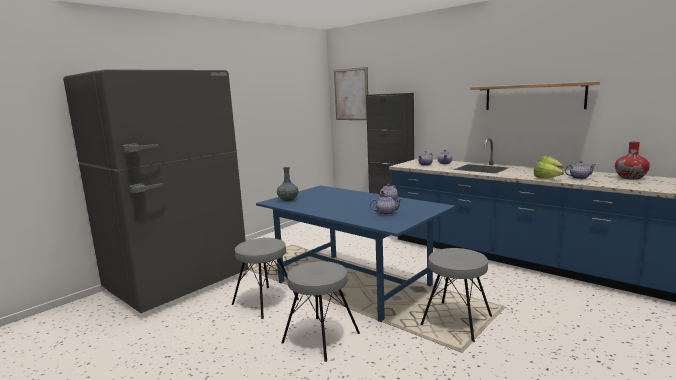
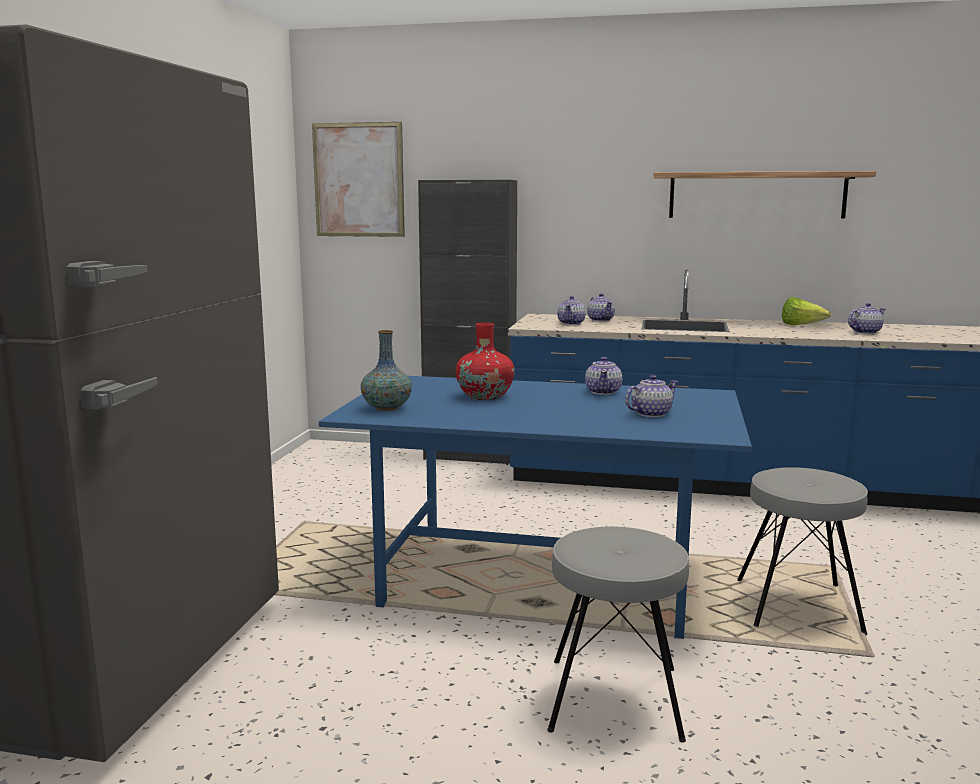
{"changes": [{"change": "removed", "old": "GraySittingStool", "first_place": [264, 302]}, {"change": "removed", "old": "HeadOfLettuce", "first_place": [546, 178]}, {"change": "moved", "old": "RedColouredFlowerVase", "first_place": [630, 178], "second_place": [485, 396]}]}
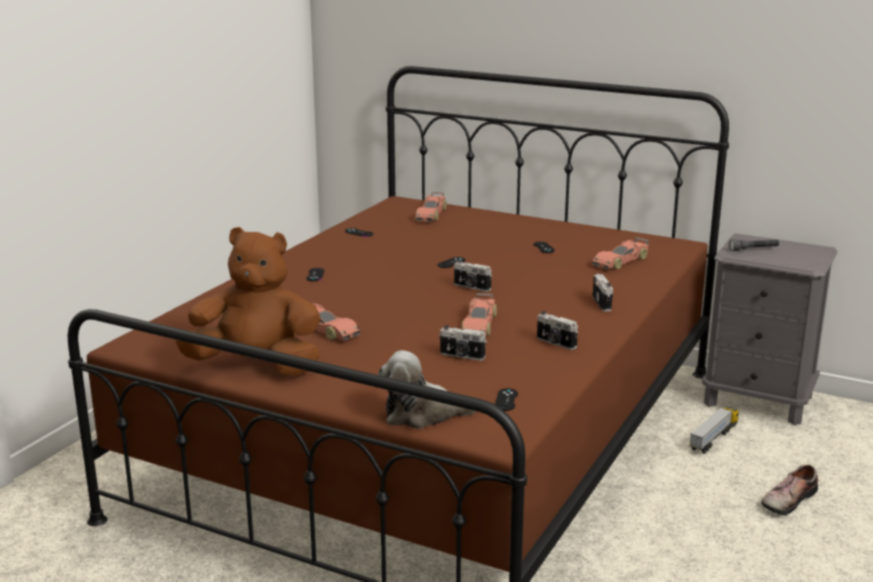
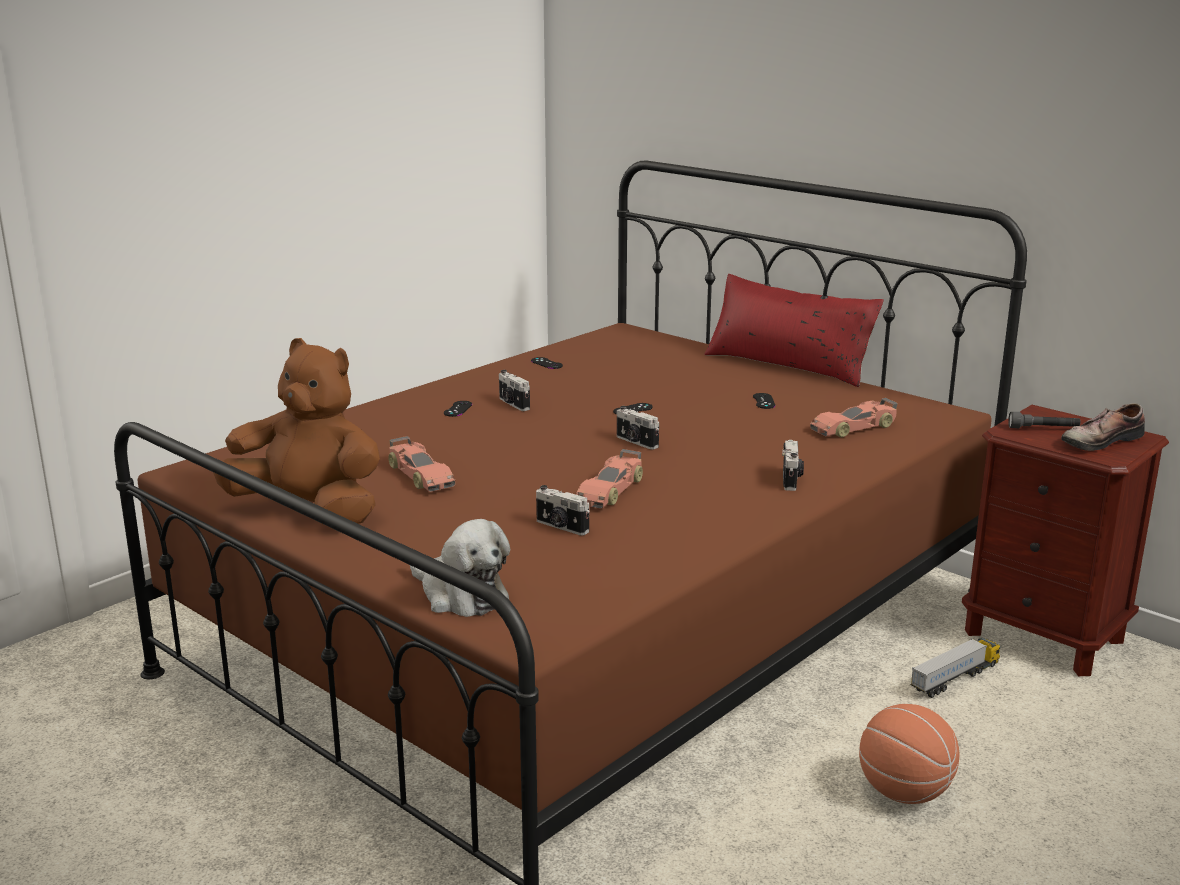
{"changes": [{"change": "removed", "old": "MiniatureCar", "first_place": [431, 214]}, {"change": "removed", "old": "BlackColouredGameController", "first_place": [506, 400]}, {"change": "added", "new": "RedColouredThrowPillow", "second_place": [788, 365]}, {"change": "added", "new": "BasketballBall", "second_place": [905, 792]}, {"change": "moved", "old": "StillCamera", "first_place": [555, 343], "second_place": [513, 404]}, {"change": "moved", "old": "Shoe", "first_place": [787, 499], "second_place": [1098, 440]}, {"change": "recoloured", "old": "GrayBedsideTable", "new": "BrownBedsideTable", "first_place": [758, 400], "second_place": [1044, 636]}, {"change": "turned", "old": "PlushToy", "first_place": [423, 414], "second_place": [460, 595], "degrees": -150}]}
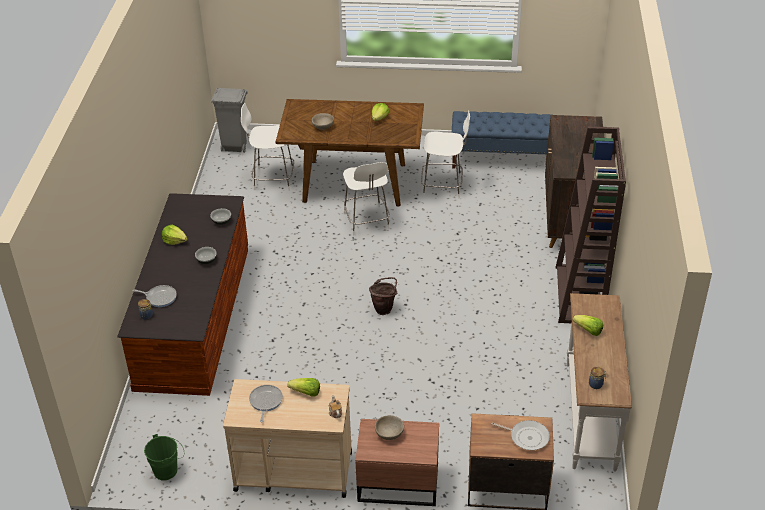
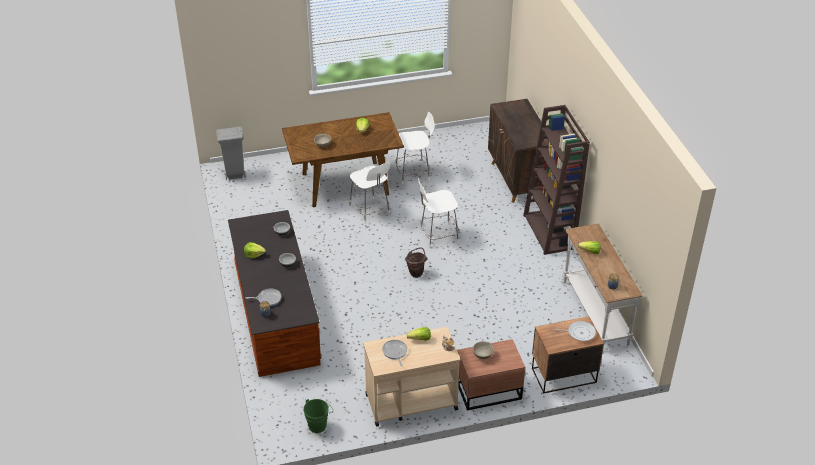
{"changes": [{"change": "removed", "old": "BlueColouredIndoorBench", "first_place": [501, 159]}, {"change": "moved", "old": "WhiteSittingStool", "first_place": [272, 179], "second_place": [437, 236]}]}
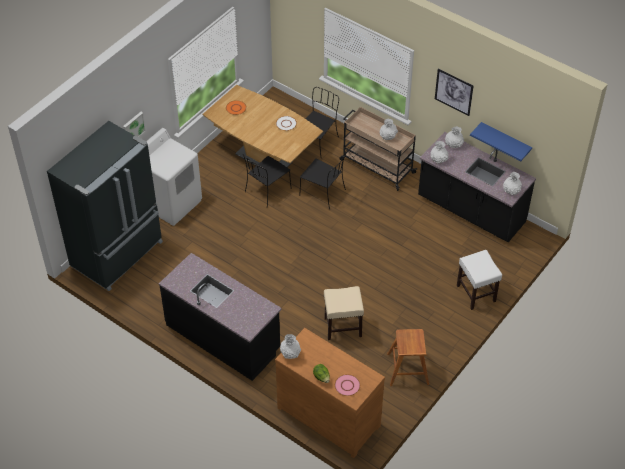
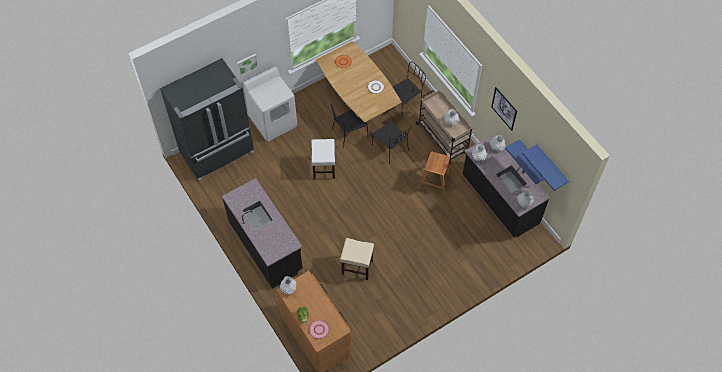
{"changes": [{"change": "added", "new": "BlueColouredShelf", "second_place": [551, 166]}, {"change": "moved", "old": "BrownSittingStool", "first_place": [407, 369], "second_place": [434, 181]}, {"change": "moved", "old": "WhiteSittingStool", "first_place": [476, 294], "second_place": [324, 168]}]}
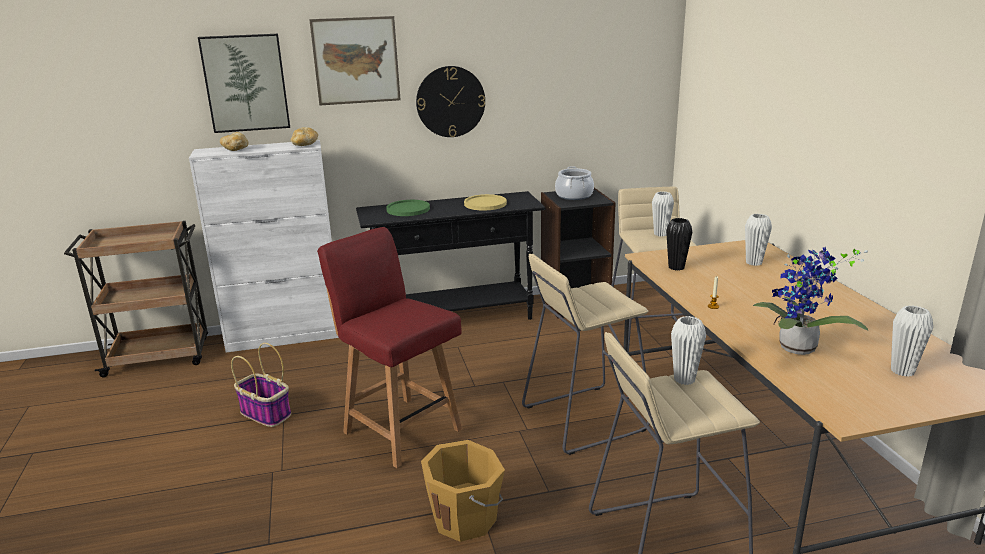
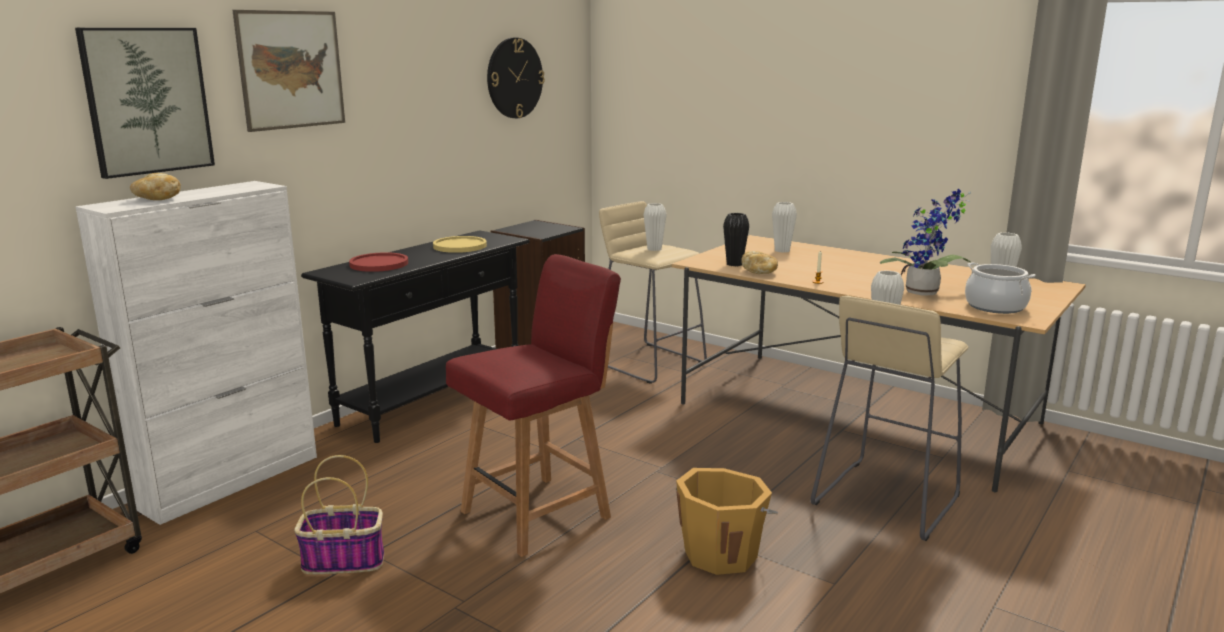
{"changes": [{"change": "removed", "old": "SandColouredSittingStool", "first_place": [582, 418]}, {"change": "moved", "old": "Bread", "first_place": [305, 145], "second_place": [759, 272]}, {"change": "moved", "old": "WallClock", "first_place": [450, 101], "second_place": [514, 78]}, {"change": "moved", "old": "Saucepot", "first_place": [574, 196], "second_place": [995, 307]}, {"change": "recoloured", "old": "GreenishPlate", "new": "RedColouredPlate", "first_place": [408, 209], "second_place": [379, 264]}, {"change": "turned", "old": "RedColouredUprightChair", "first_place": [401, 429], "second_place": [539, 513], "degrees": 135}]}
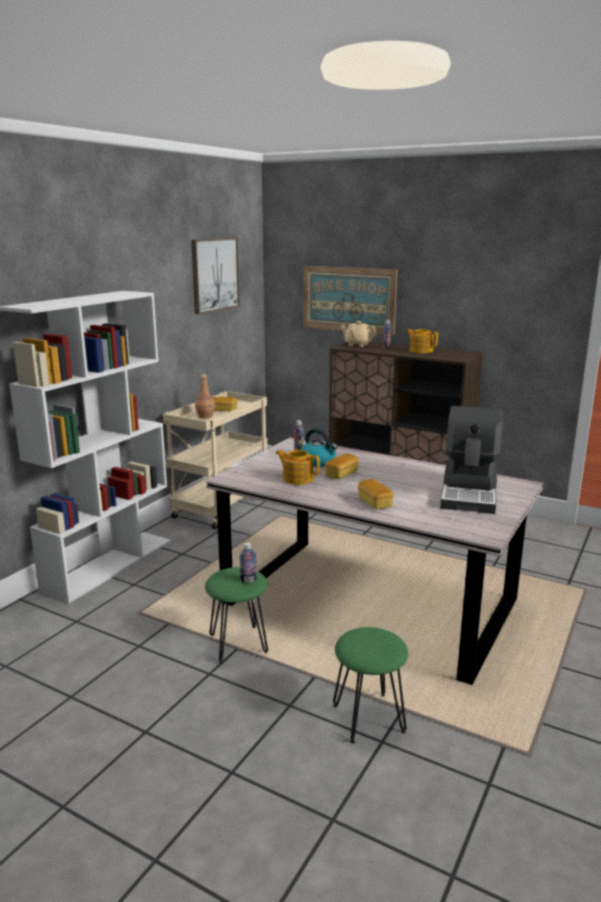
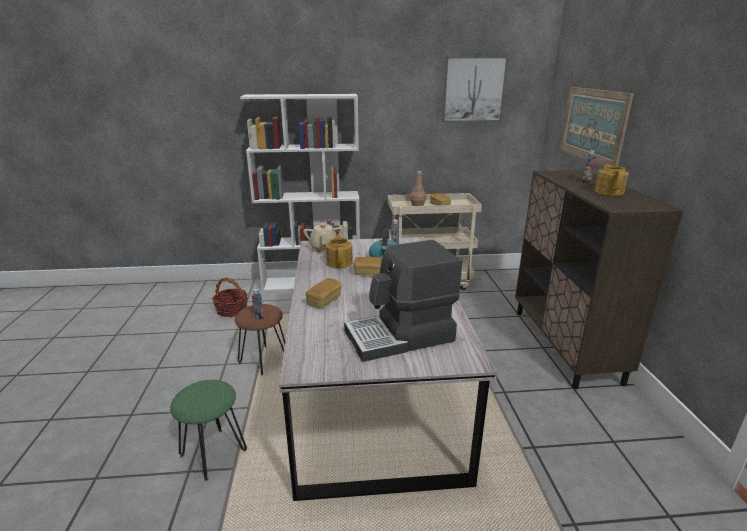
{"changes": [{"change": "added", "new": "Basket", "second_place": [232, 310]}, {"change": "moved", "old": "SandColouredTeaPot", "first_place": [357, 344], "second_place": [324, 248]}, {"change": "recoloured", "old": "GreenishSittingStool", "new": "BrownSittingStool", "first_place": [237, 645], "second_place": [263, 361]}]}
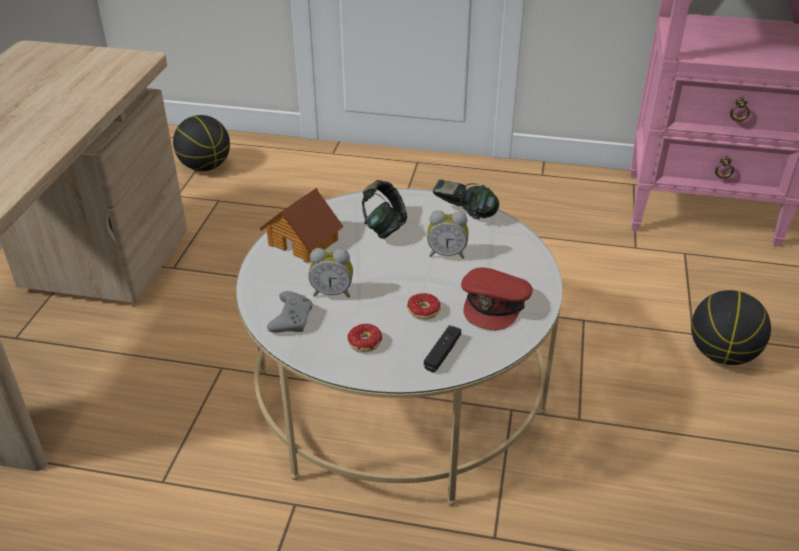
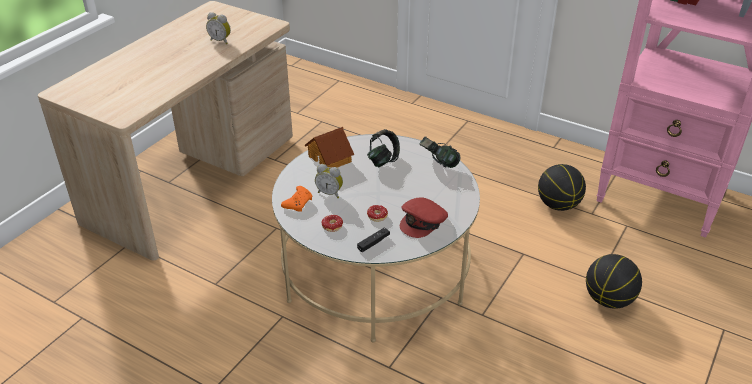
{"changes": [{"change": "moved", "old": "BasketballBall", "first_place": [205, 167], "second_place": [558, 205]}, {"change": "moved", "old": "TableClock", "first_place": [447, 254], "second_place": [221, 41]}, {"change": "recoloured", "old": "GrayGameController", "new": "OrangeColouredGameController", "first_place": [291, 319], "second_place": [298, 203]}]}
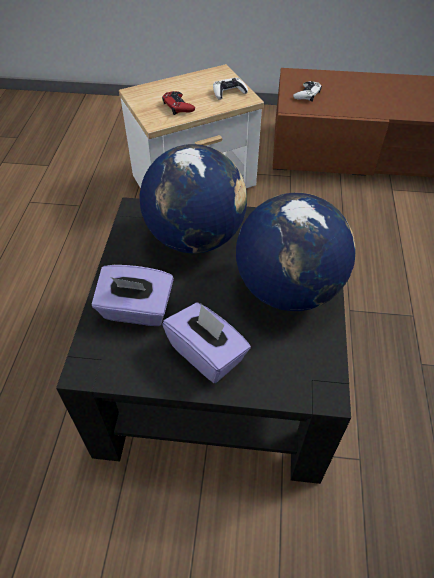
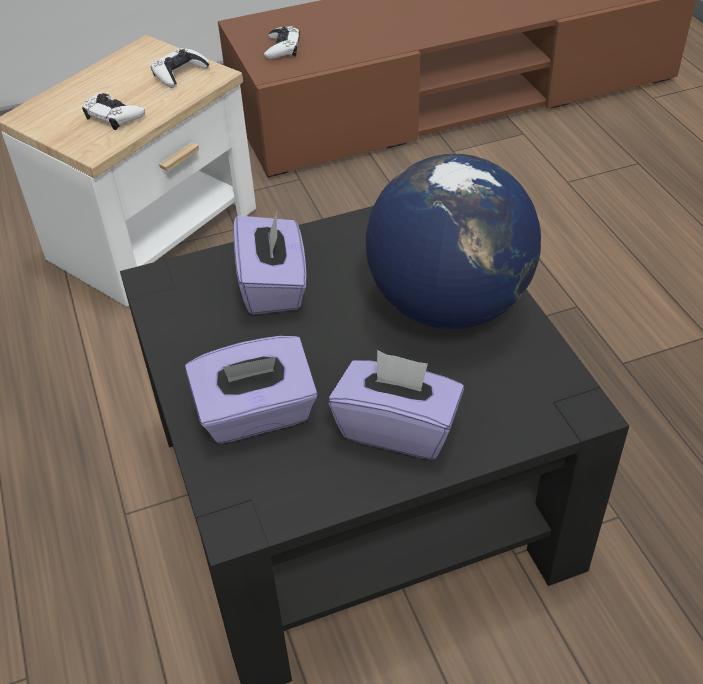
{"changes": [{"change": "replaced", "old": "WorldGlobe", "new": "PurplishBoxOfTissues", "first_place": [195, 237], "second_place": [273, 286]}, {"change": "recoloured", "old": "RedColouredGameController", "new": "WhiteGameController", "first_place": [178, 106], "second_place": [113, 116]}]}
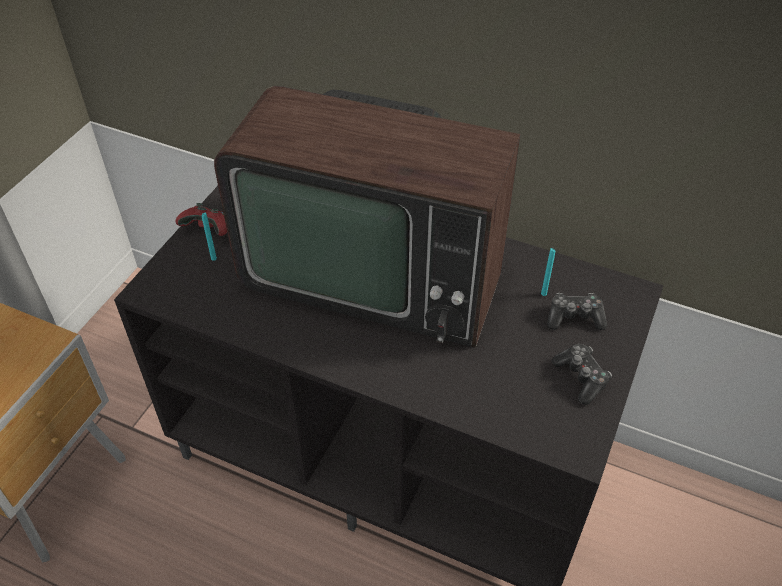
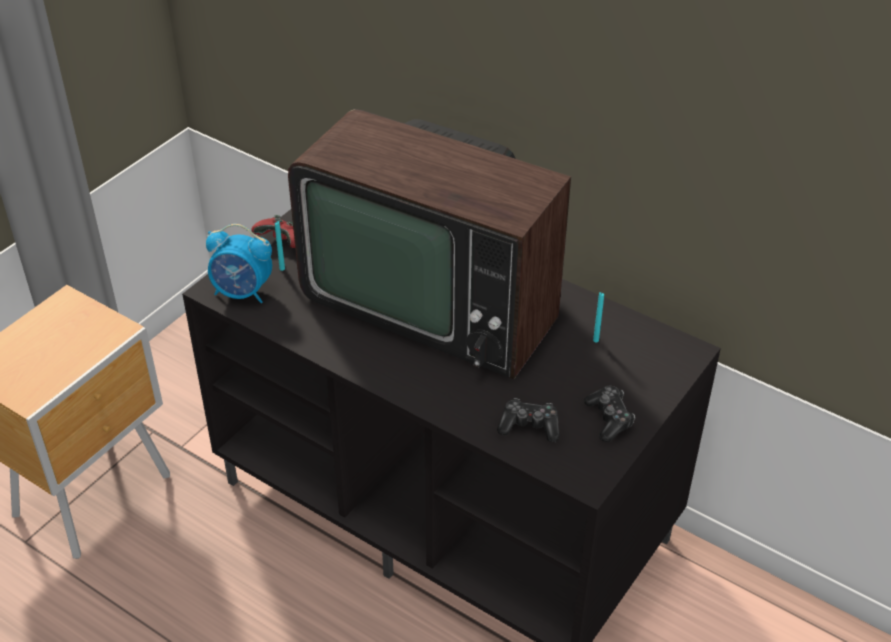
{"changes": [{"change": "added", "new": "TableClock", "second_place": [243, 292]}, {"change": "moved", "old": "GameController", "first_place": [574, 317], "second_place": [529, 426]}]}
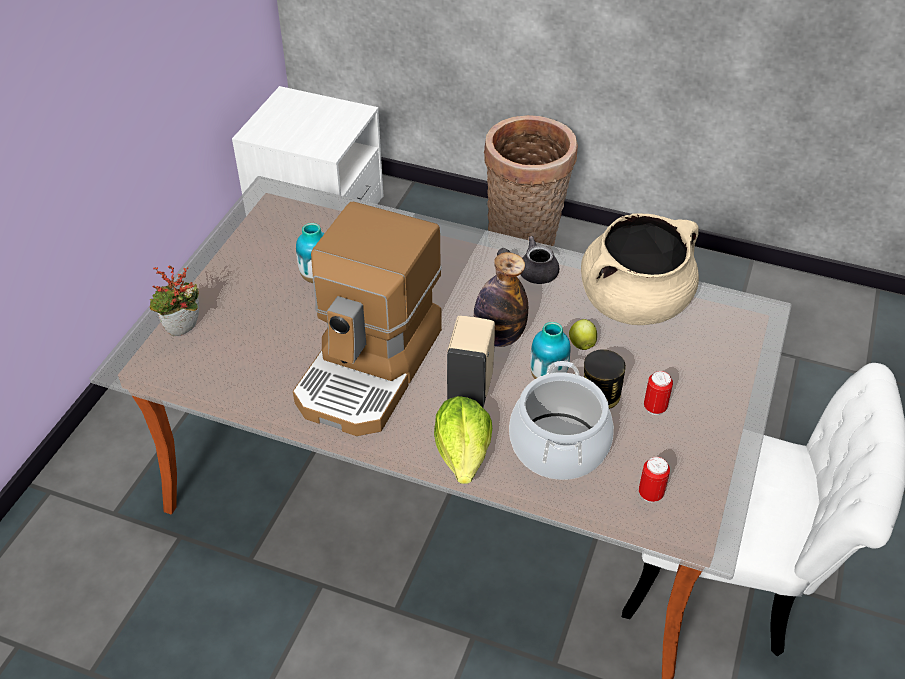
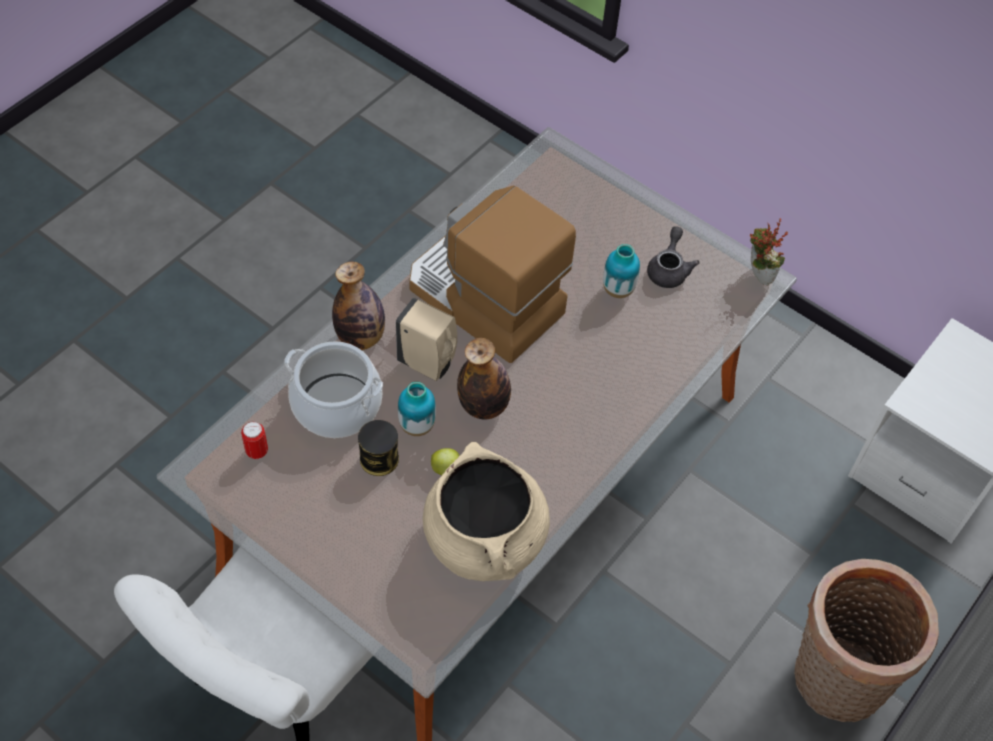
{"changes": [{"change": "removed", "old": "MetalCan", "first_place": [655, 408]}, {"change": "moved", "old": "Houseplant", "first_place": [184, 332], "second_place": [756, 276]}, {"change": "moved", "old": "GrayTeaPot", "first_place": [531, 272], "second_place": [669, 269]}, {"change": "replaced", "old": "HeadOfLettuce", "new": "Bottle", "first_place": [464, 454], "second_place": [360, 337]}]}
